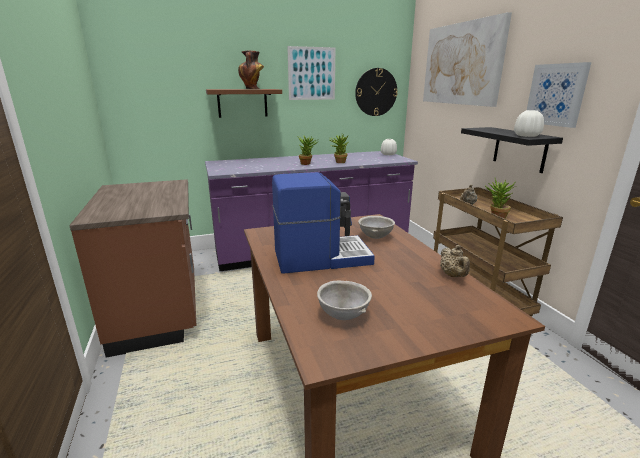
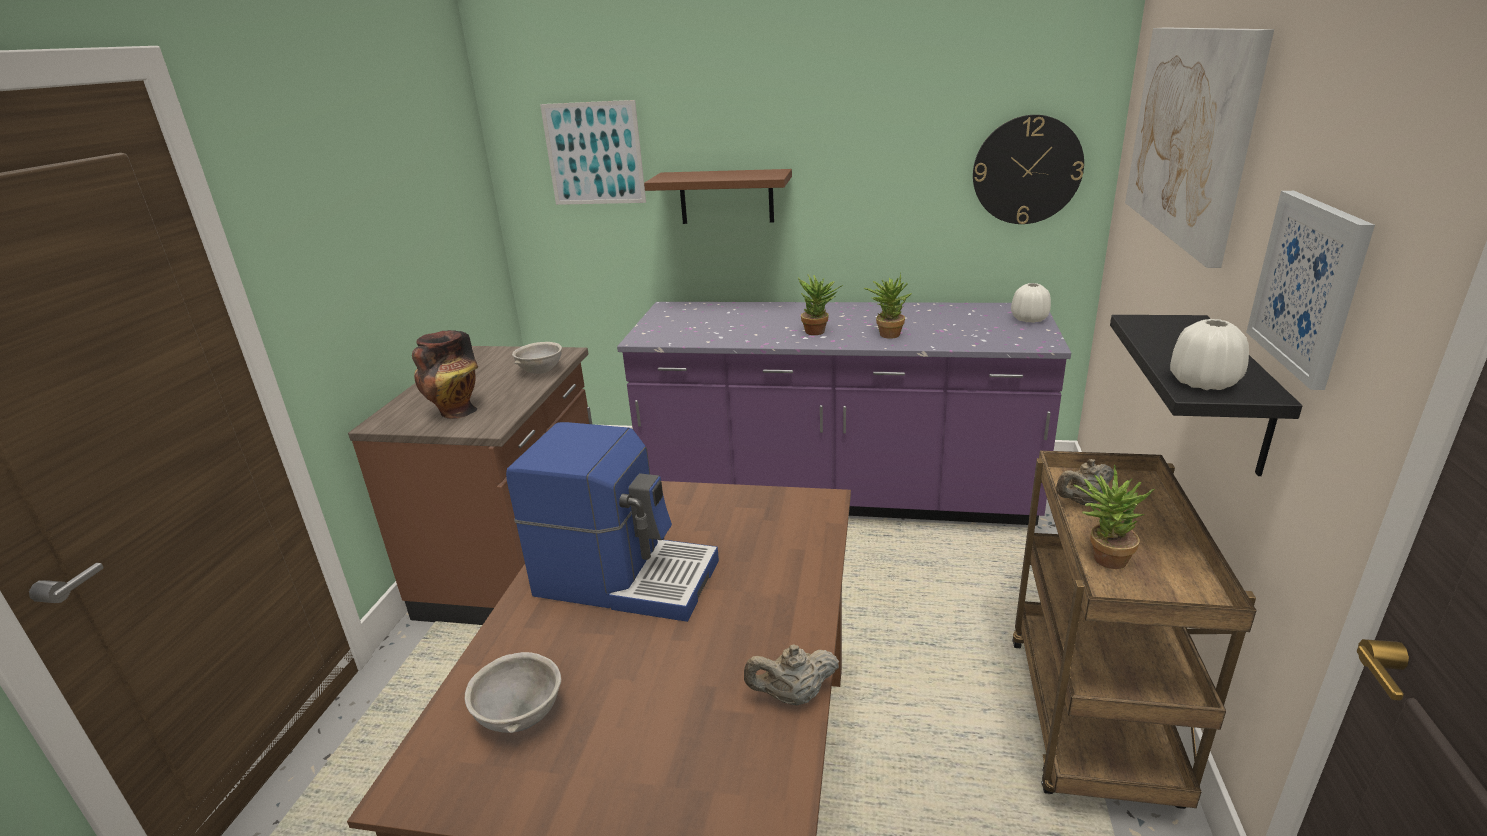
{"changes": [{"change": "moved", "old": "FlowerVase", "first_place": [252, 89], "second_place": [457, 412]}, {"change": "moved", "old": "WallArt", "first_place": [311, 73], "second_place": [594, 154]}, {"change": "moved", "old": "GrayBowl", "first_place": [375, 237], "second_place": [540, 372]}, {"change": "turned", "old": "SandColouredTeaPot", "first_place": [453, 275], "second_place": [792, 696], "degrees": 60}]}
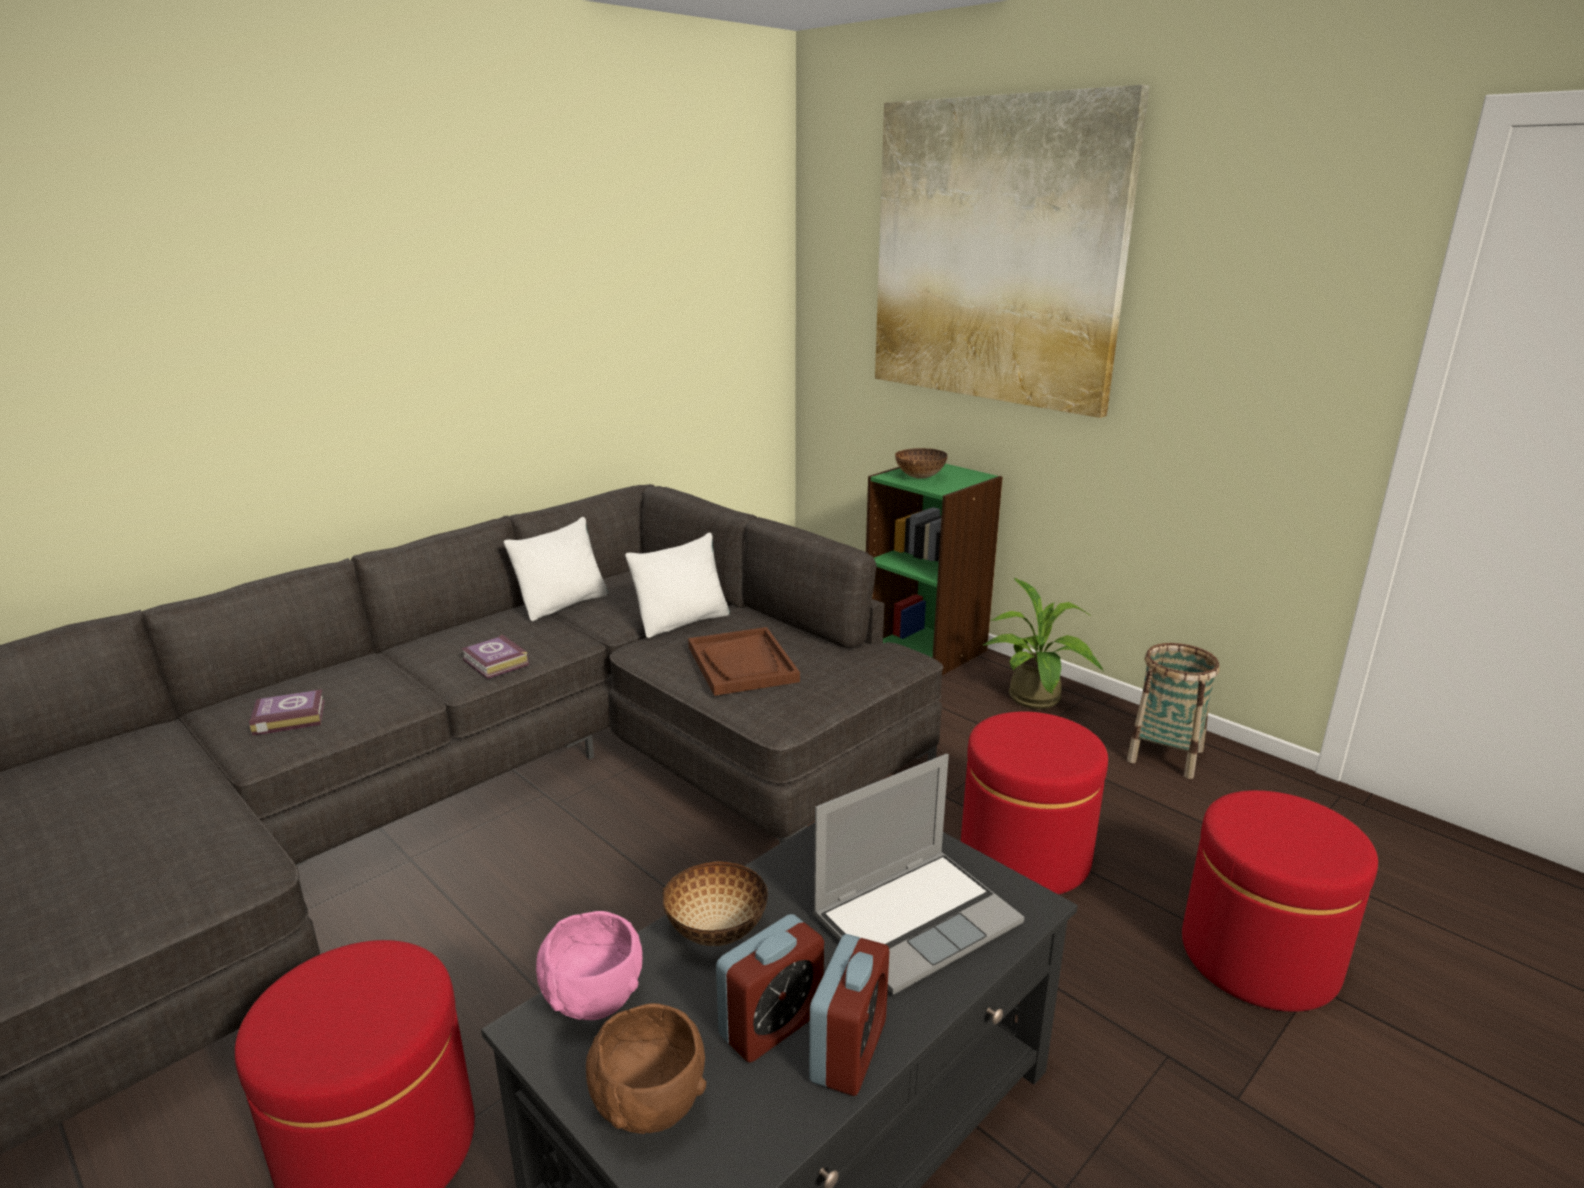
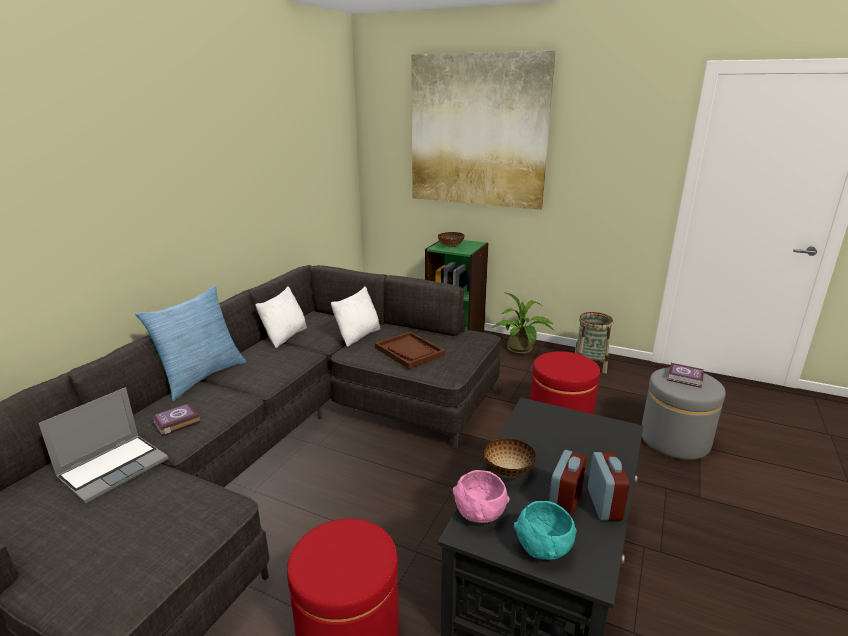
{"changes": [{"change": "added", "new": "ThrowPillow", "second_place": [201, 377]}, {"change": "moved", "old": "Volume", "first_place": [495, 663], "second_place": [685, 379]}, {"change": "moved", "old": "NotebookComputer", "first_place": [916, 919], "second_place": [114, 468]}, {"change": "recoloured", "old": "BrownBowl", "new": "TurquoiseBowl", "first_place": [649, 1107], "second_place": [543, 549]}, {"change": "recoloured", "old": "RedColouredPouffe", "new": "GrayPouffe", "first_place": [1259, 956], "second_place": [674, 440]}]}
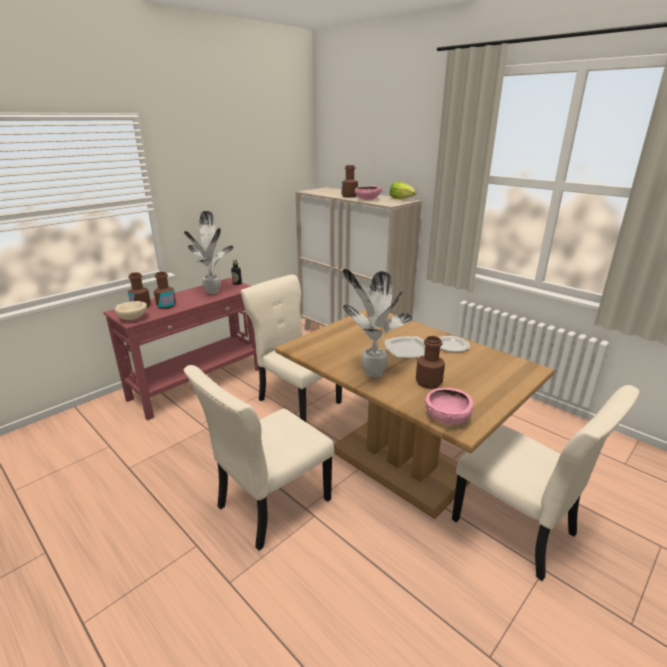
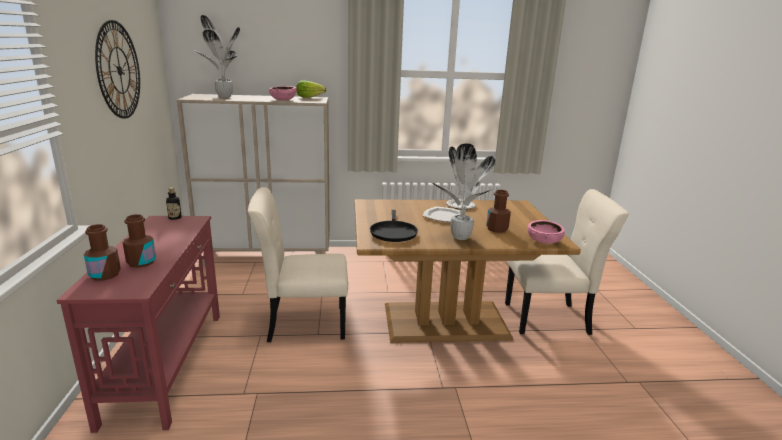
{"changes": [{"change": "removed", "old": "SandColouredBowl", "first_place": [133, 318]}, {"change": "removed", "old": "SandColouredUprightChair", "first_place": [270, 505]}, {"change": "removed", "old": "BrownBottle", "first_place": [349, 196]}, {"change": "added", "new": "WallClock", "second_place": [119, 70]}, {"change": "added", "new": "BlackColouredPan", "second_place": [393, 233]}, {"change": "moved", "old": "Houseplant", "first_place": [213, 291], "second_place": [224, 96]}]}
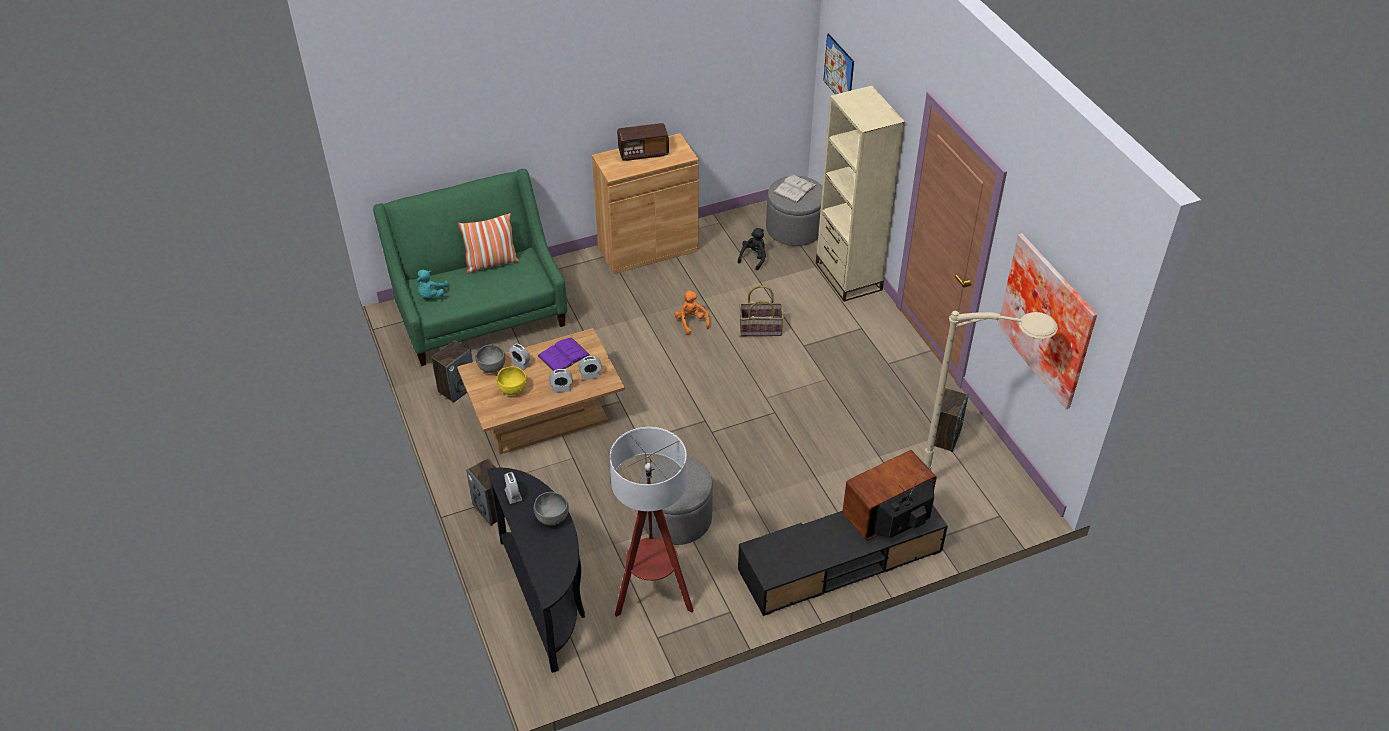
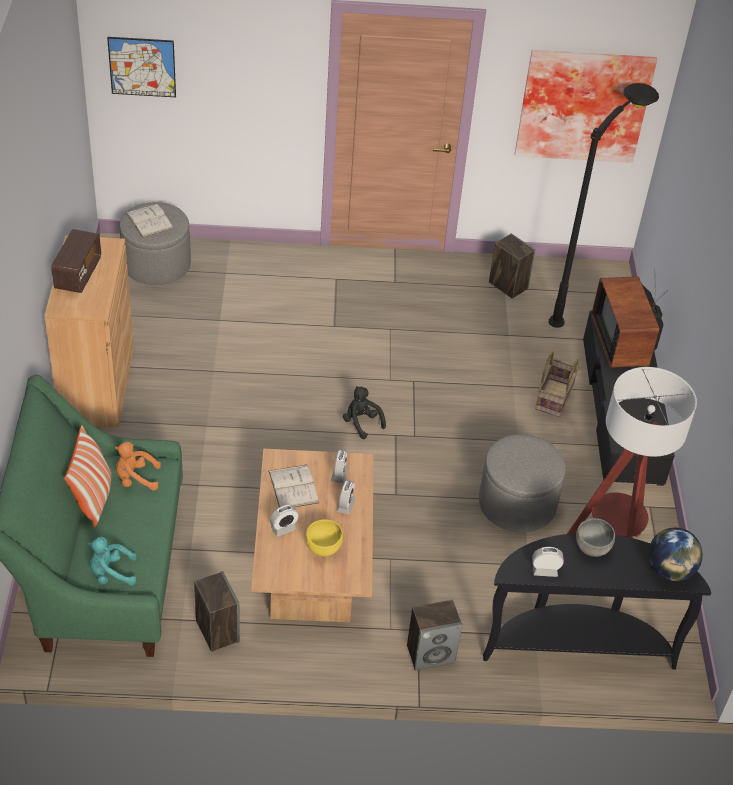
{"changes": [{"change": "removed", "old": "GrayBowl", "first_place": [491, 368]}, {"change": "removed", "old": "SandColouredShelvingUnit", "first_place": [848, 276]}, {"change": "added", "new": "WorldGlobe", "second_place": [669, 570]}, {"change": "moved", "old": "OrangeColouredPlushToy", "first_place": [691, 322], "second_place": [136, 479]}, {"change": "moved", "old": "BlackColouredPlushToy", "first_place": [753, 258], "second_place": [361, 423]}, {"change": "moved", "old": "Basket", "first_place": [760, 328], "second_place": [553, 397]}, {"change": "recoloured", "old": "PurplishVolume", "new": "WhiteVolume", "first_place": [563, 355], "second_place": [293, 487]}, {"change": "recoloured", "old": "SandColouredStandingLamp", "new": "BlackColouredStandingLamp", "first_place": [973, 496], "second_place": [584, 299]}, {"change": "turned", "old": "TurquoisePlushToy", "first_place": [432, 295], "second_place": [111, 573], "degrees": 135}]}
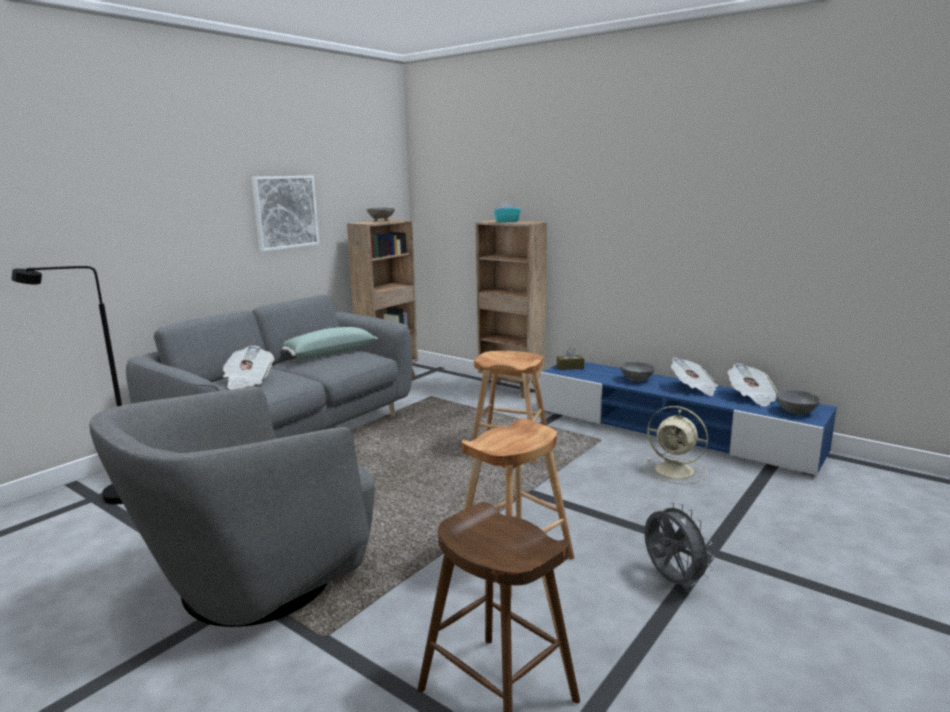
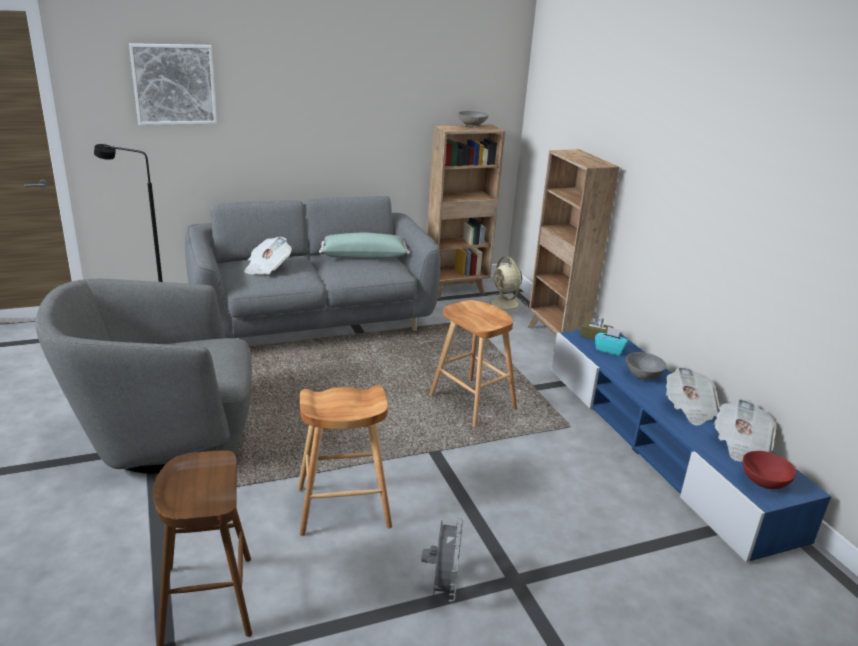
{"changes": [{"change": "moved", "old": "WallArt", "first_place": [285, 212], "second_place": [174, 84]}, {"change": "moved", "old": "TurquoiseBoxOfTissues", "first_place": [507, 222], "second_place": [609, 350]}, {"change": "moved", "old": "SandColouredCoolingFan", "first_place": [676, 470], "second_place": [505, 304]}, {"change": "recoloured", "old": "GrayBowl", "new": "RedColouredBowl", "first_place": [796, 412], "second_place": [764, 482]}]}
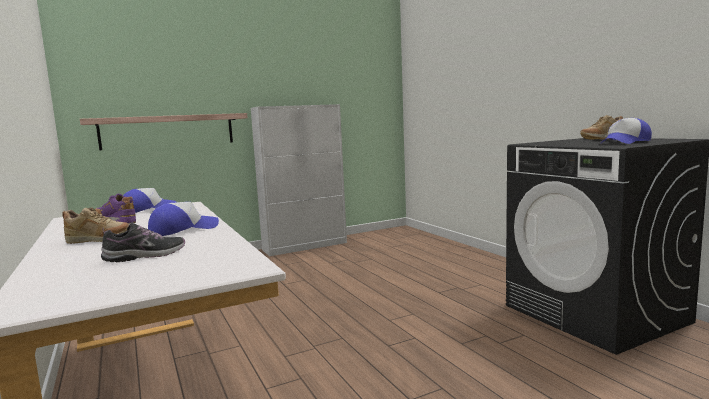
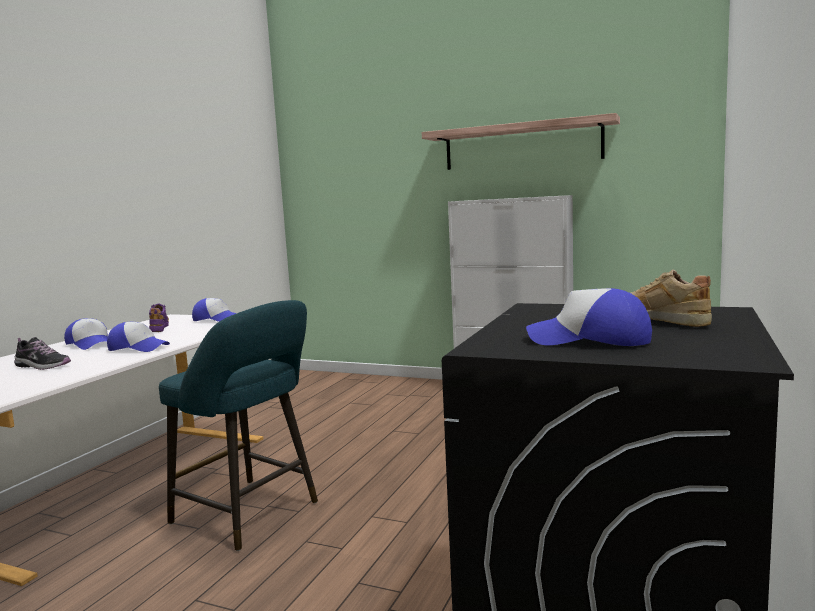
{"changes": [{"change": "added", "new": "TurquoiseSittingStool", "second_place": [250, 515]}, {"change": "moved", "old": "Shelf", "first_place": [168, 131], "second_place": [522, 145]}, {"change": "replaced", "old": "SandColouredShoe", "new": "Cap", "first_place": [98, 240], "second_place": [91, 344]}]}
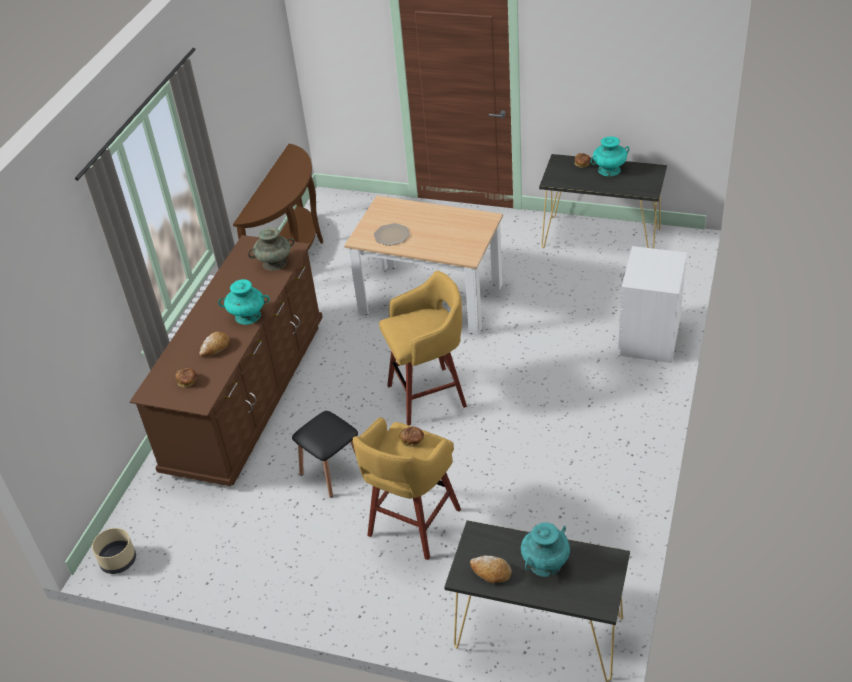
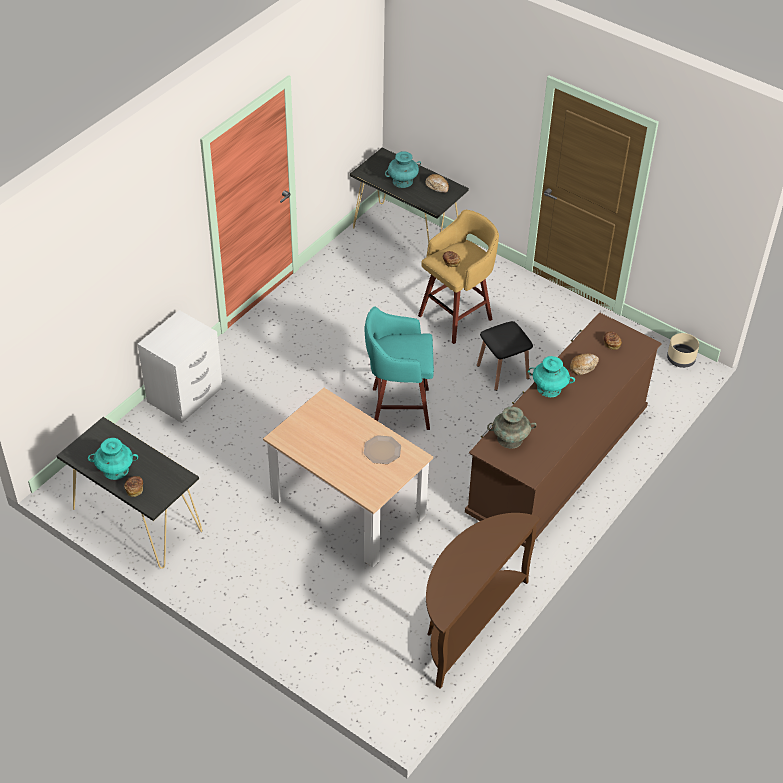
{"changes": [{"change": "recoloured", "old": "YellowColouredSittingStool", "new": "TurquoiseSittingStool", "first_place": [429, 395], "second_place": [398, 408]}]}
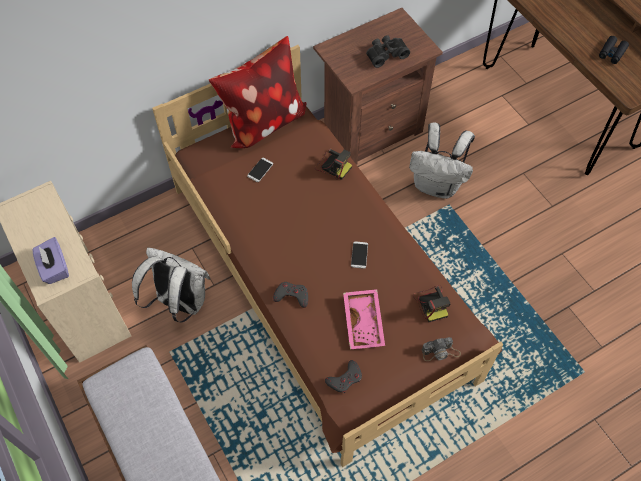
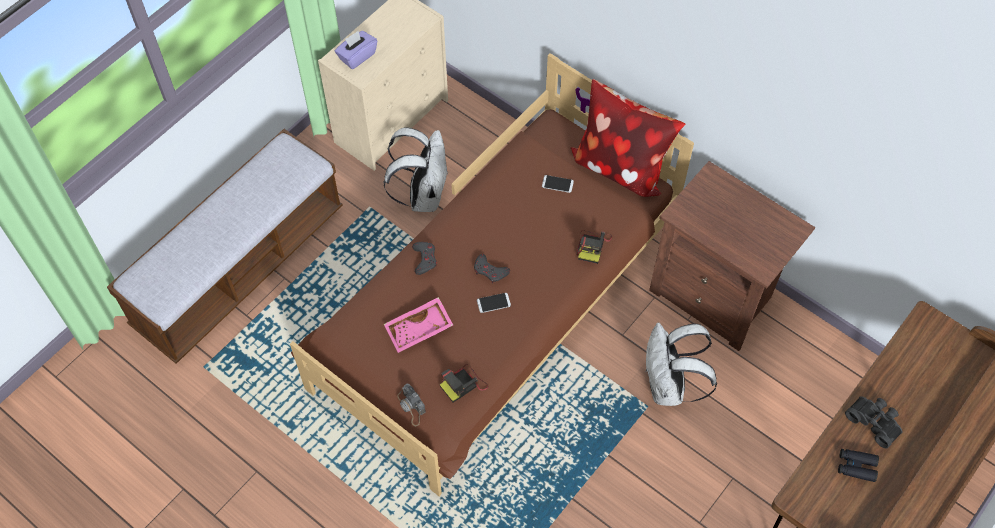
{"changes": [{"change": "moved", "old": "GrayGameController", "first_place": [345, 379], "second_place": [490, 271]}, {"change": "moved", "old": "BlackColouredFieldGlasses", "first_place": [385, 54], "second_place": [874, 421]}]}
